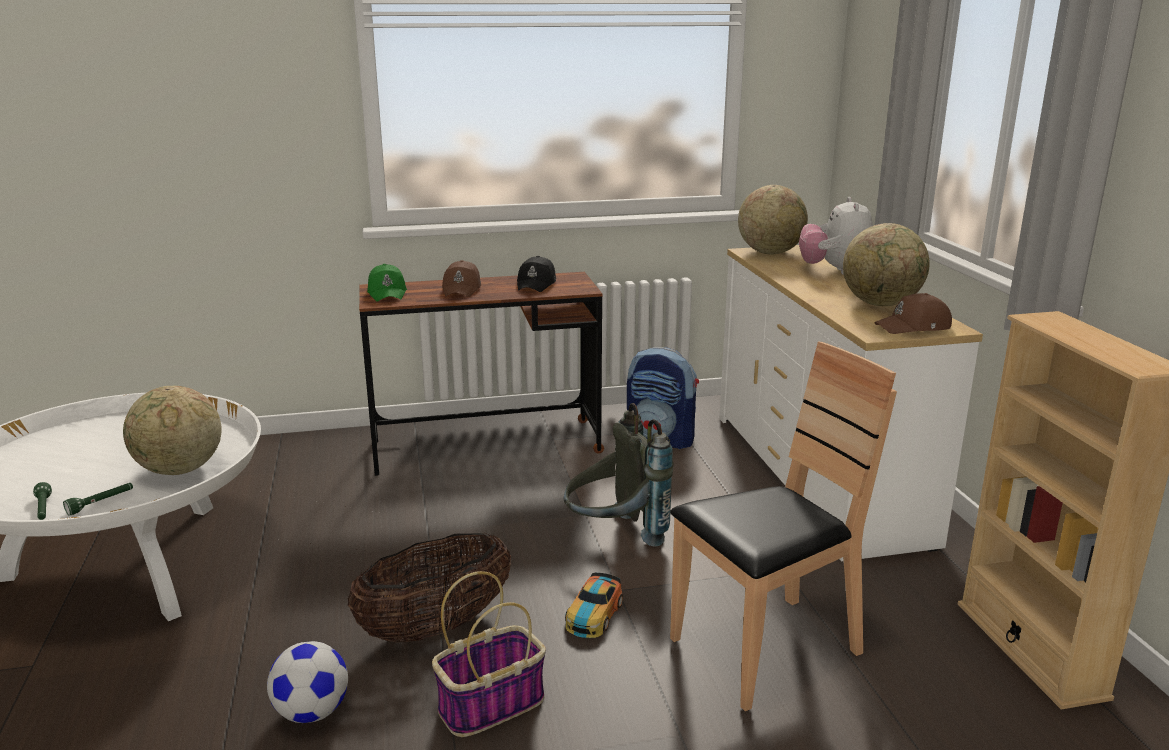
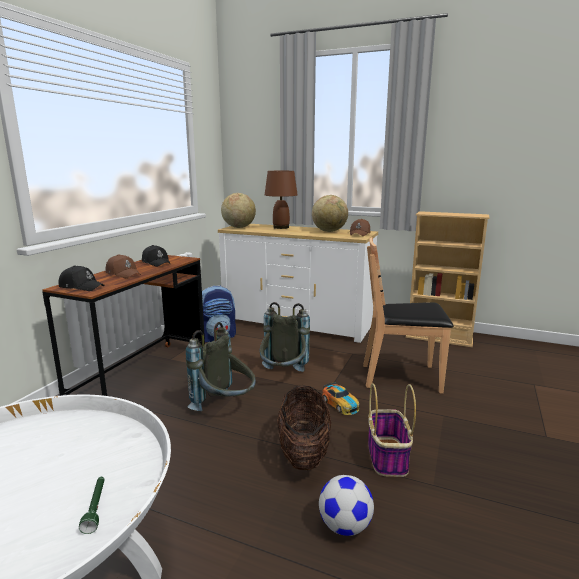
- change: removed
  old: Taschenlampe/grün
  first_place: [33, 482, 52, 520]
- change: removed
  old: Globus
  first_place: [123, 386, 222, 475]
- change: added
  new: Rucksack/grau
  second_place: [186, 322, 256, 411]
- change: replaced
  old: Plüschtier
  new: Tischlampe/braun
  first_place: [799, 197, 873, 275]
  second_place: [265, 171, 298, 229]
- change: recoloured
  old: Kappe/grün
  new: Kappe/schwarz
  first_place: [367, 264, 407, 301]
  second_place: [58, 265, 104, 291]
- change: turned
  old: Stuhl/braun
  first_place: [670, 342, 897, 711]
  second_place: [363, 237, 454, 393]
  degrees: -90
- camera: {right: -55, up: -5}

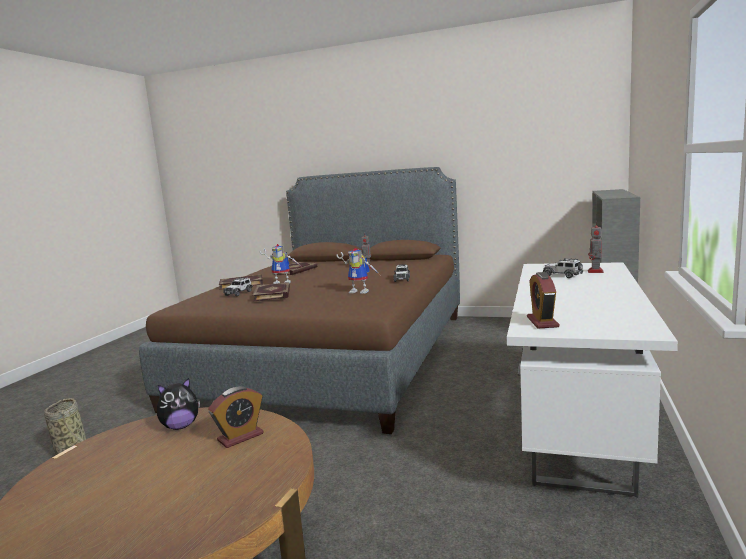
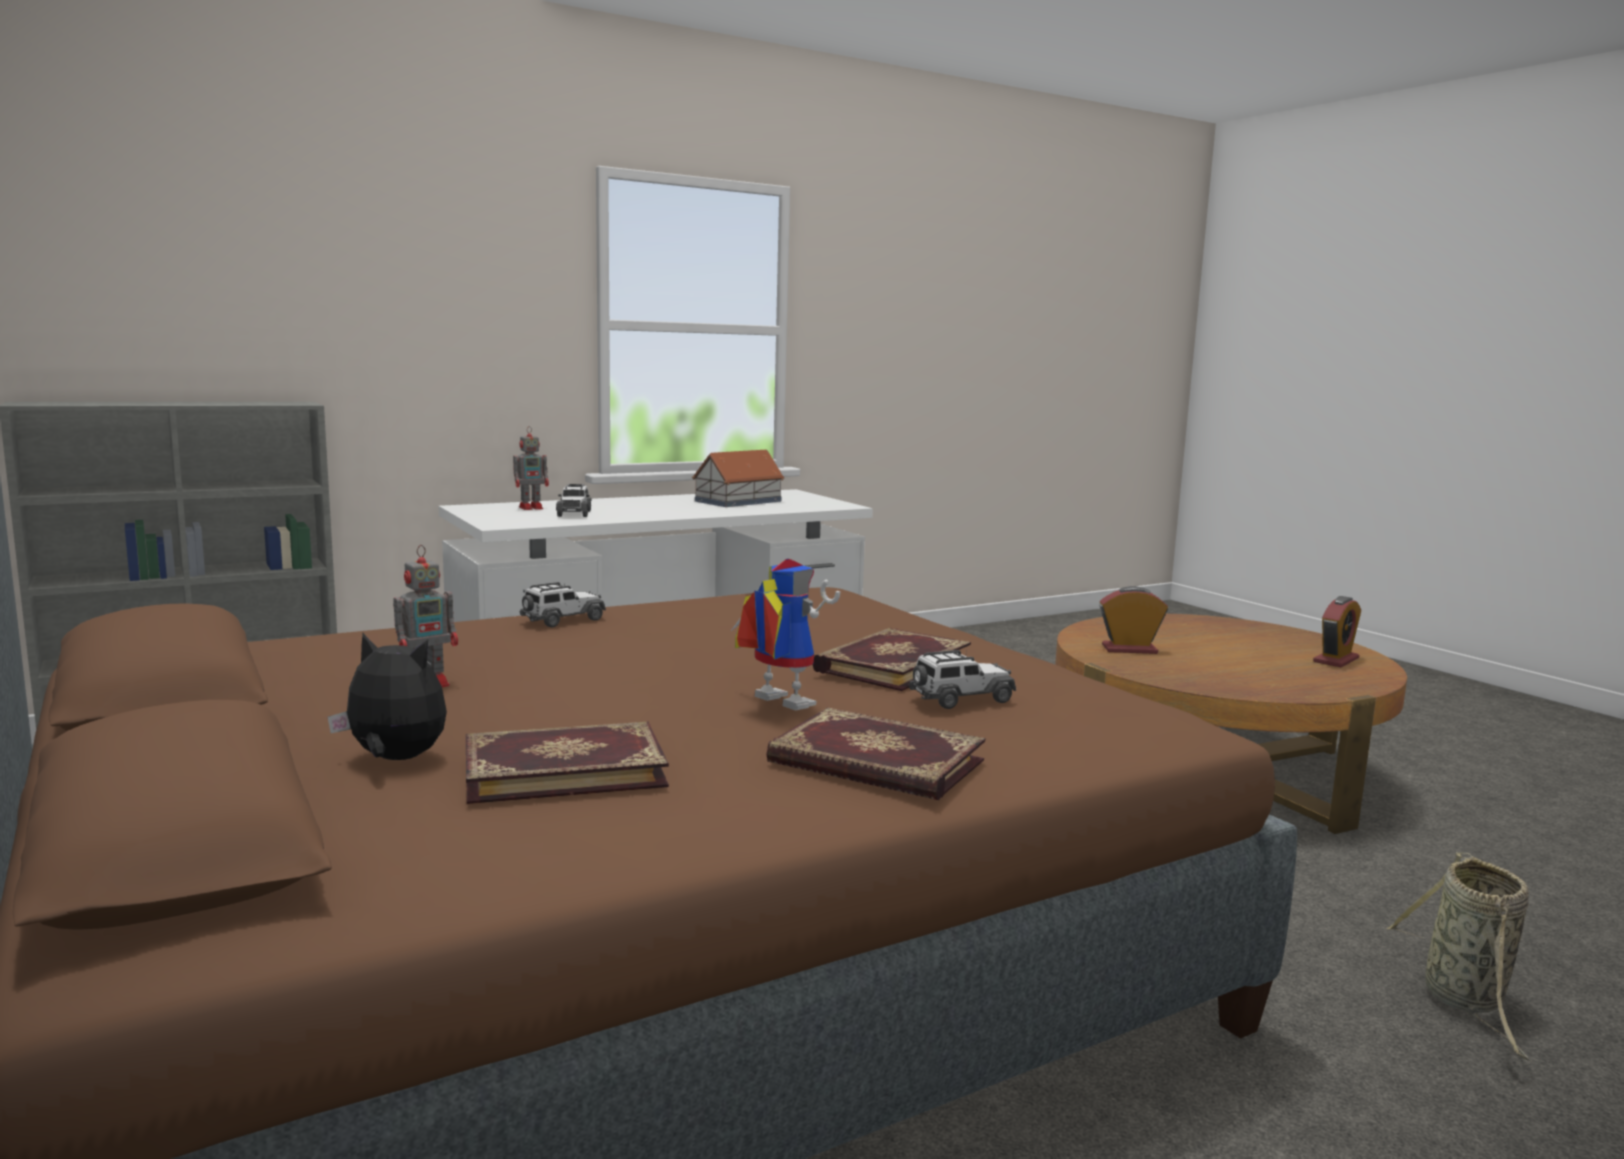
- change: removed
  old: Spielzeugroboter
  first_place: [337, 248, 380, 294]
- change: added
  new: Spielzeughaus
  second_place: [692, 450, 785, 507]
- change: moved
  old: Plüschtier
  first_place: [157, 378, 200, 430]
  second_place: [328, 633, 447, 760]
- change: moved
  old: Wecker
  first_place: [527, 272, 559, 329]
  second_place: [1313, 596, 1361, 667]
- camera: {right: -140, up: 0}

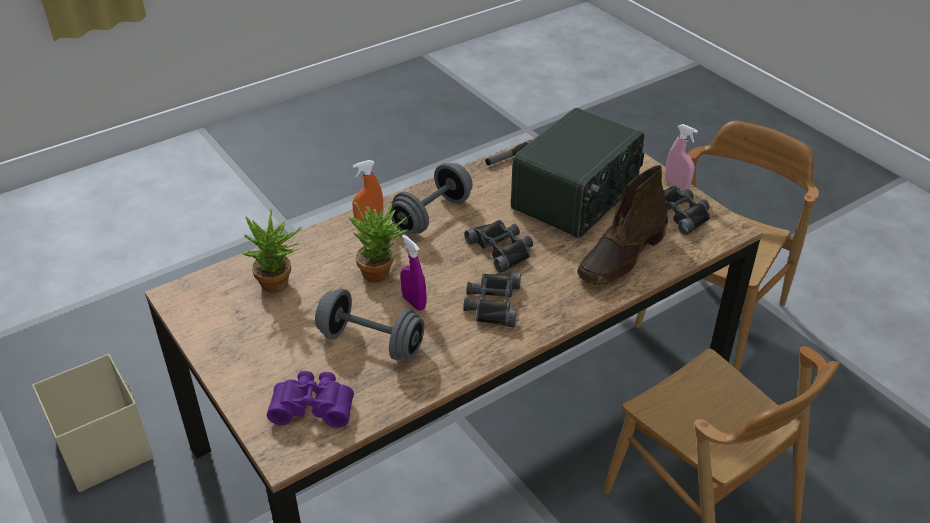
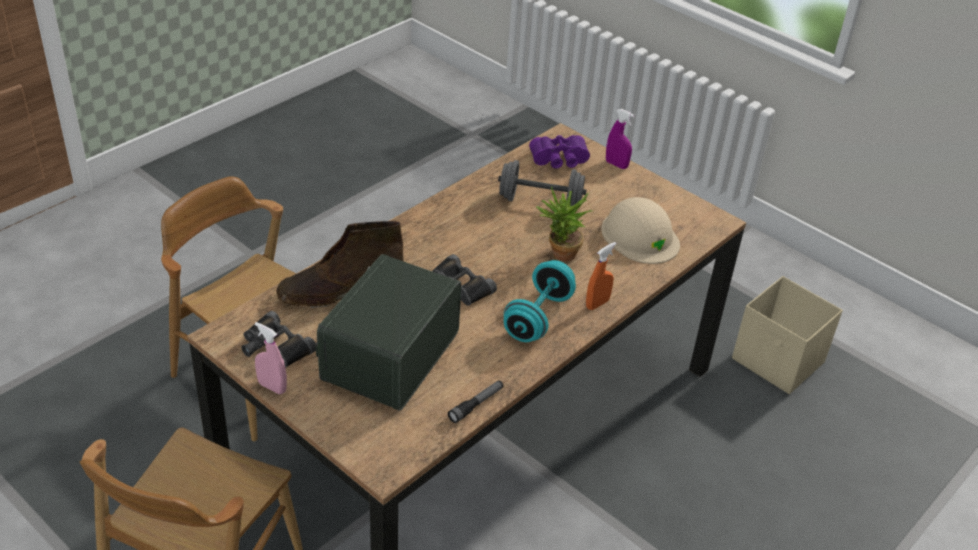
- change: removed
  old: Fernglas/schwarz
  first_place: [463, 273, 521, 327]
- change: moved
  old: Sprühflasche/lila
  first_place: [400, 234, 426, 311]
  second_place: [606, 109, 635, 169]
- change: replaced
  old: Topfpflanze
  new: Schutzhelm/beige
  first_place: [242, 207, 304, 293]
  second_place: [601, 197, 680, 264]
- change: recoloured
  old: Hantel/grau
  new: Hantel/türkis
  first_place: [390, 163, 472, 234]
  second_place: [504, 260, 576, 342]
- change: turned
  old: Stiefel/braun
  first_place: [577, 165, 668, 285]
  second_place: [276, 221, 403, 308]
  degrees: -135
- camera: {right: 165, up: 0}

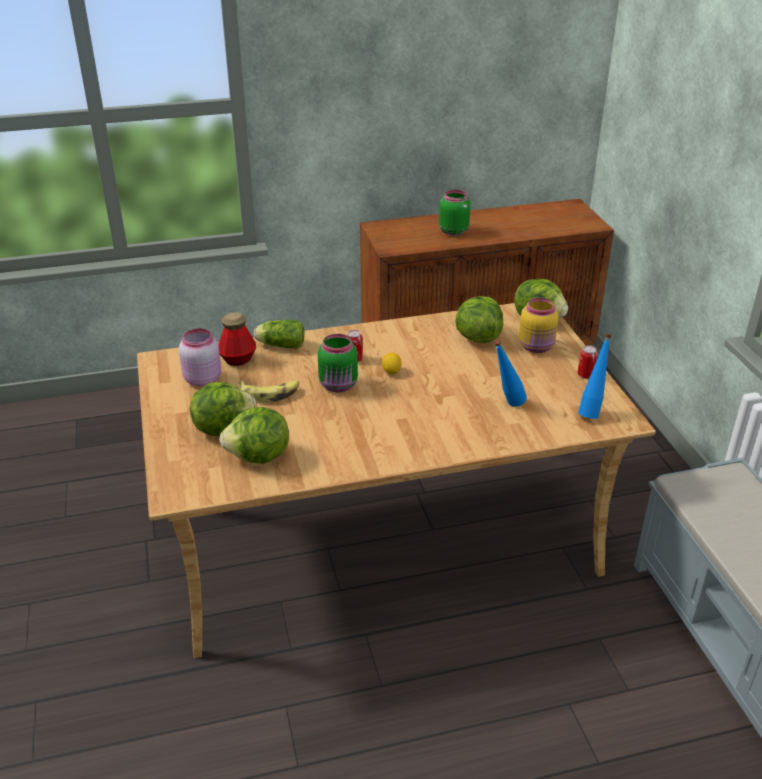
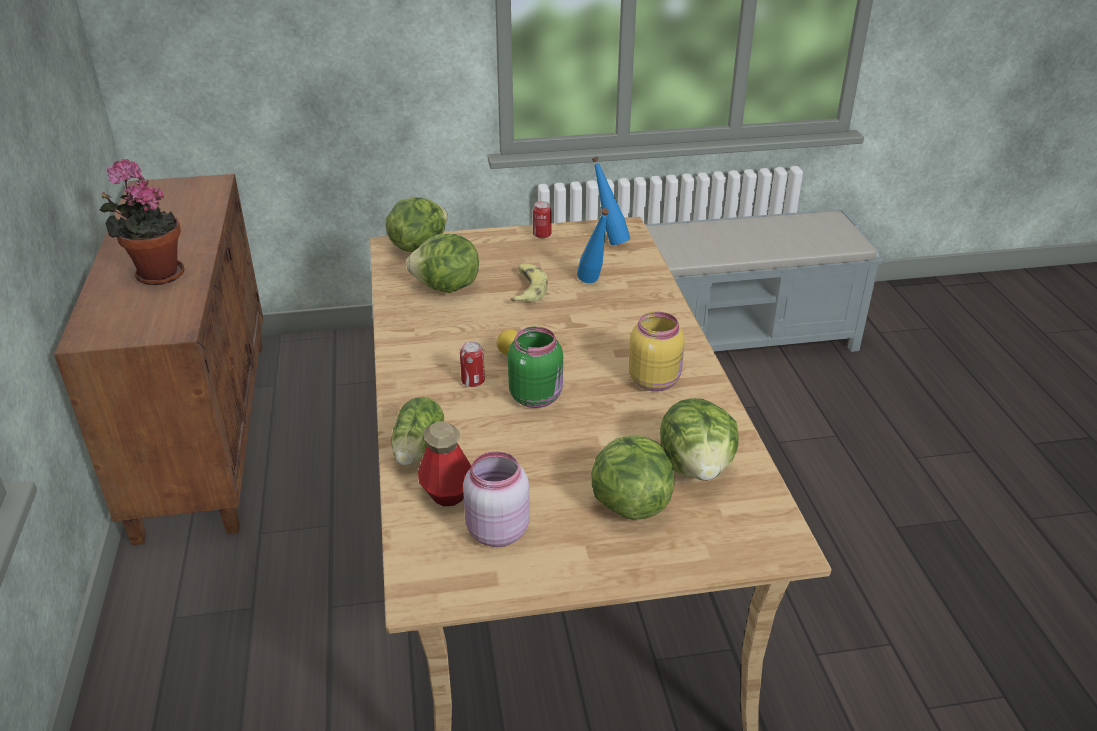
- change: moved
  old: Banane
  first_place: [239, 380, 299, 402]
  second_place: [511, 264, 548, 302]
- change: moved
  old: Vorratsglas/gelb
  first_place: [519, 298, 559, 353]
  second_place: [629, 312, 685, 391]
- change: replaced
  old: Vorratsglas/grün
  new: Topfpflanze
  first_place: [439, 190, 470, 236]
  second_place: [99, 159, 185, 285]
- camera: {right: -85, up: 0}

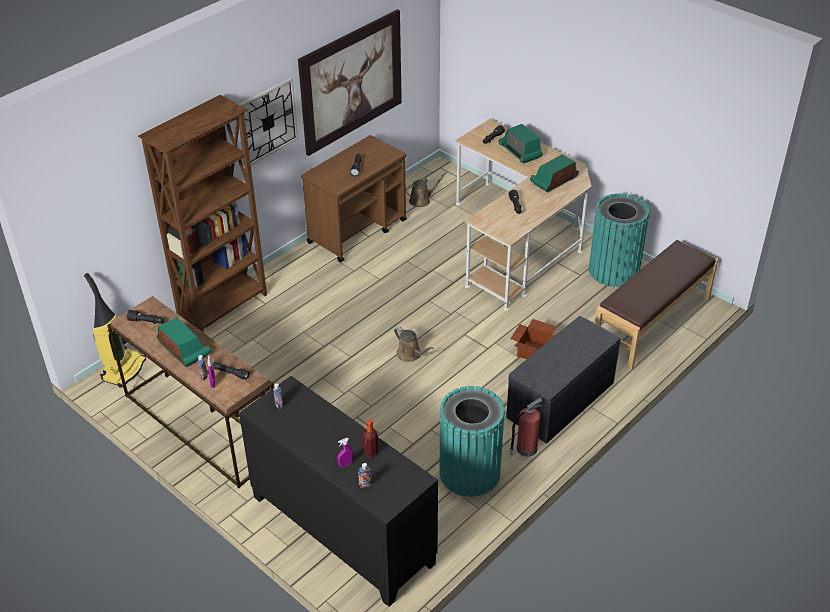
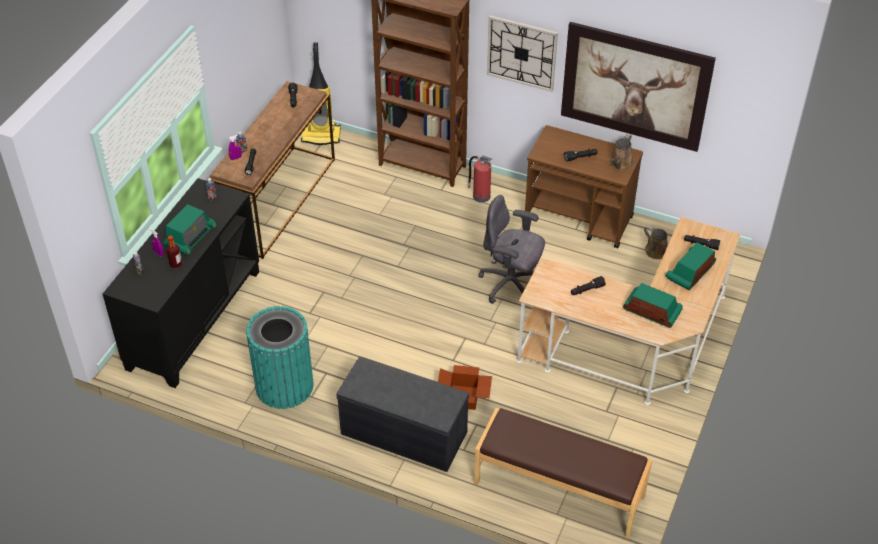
- change: removed
  old: Mülleimer/türkis
  first_place: [589, 193, 649, 287]
- change: added
  new: Bürostuhl/grau
  second_place: [478, 195, 545, 304]
- change: moved
  old: Radio
  first_place: [156, 317, 211, 367]
  second_place: [164, 204, 217, 255]
- change: moved
  old: Gießkanne/braun
  first_place: [394, 327, 434, 362]
  second_place: [609, 134, 634, 171]
- change: moved
  old: Feuerlöscher
  first_place: [509, 398, 543, 457]
  second_place: [467, 156, 493, 203]
- camera: {right: 70, up: 5}

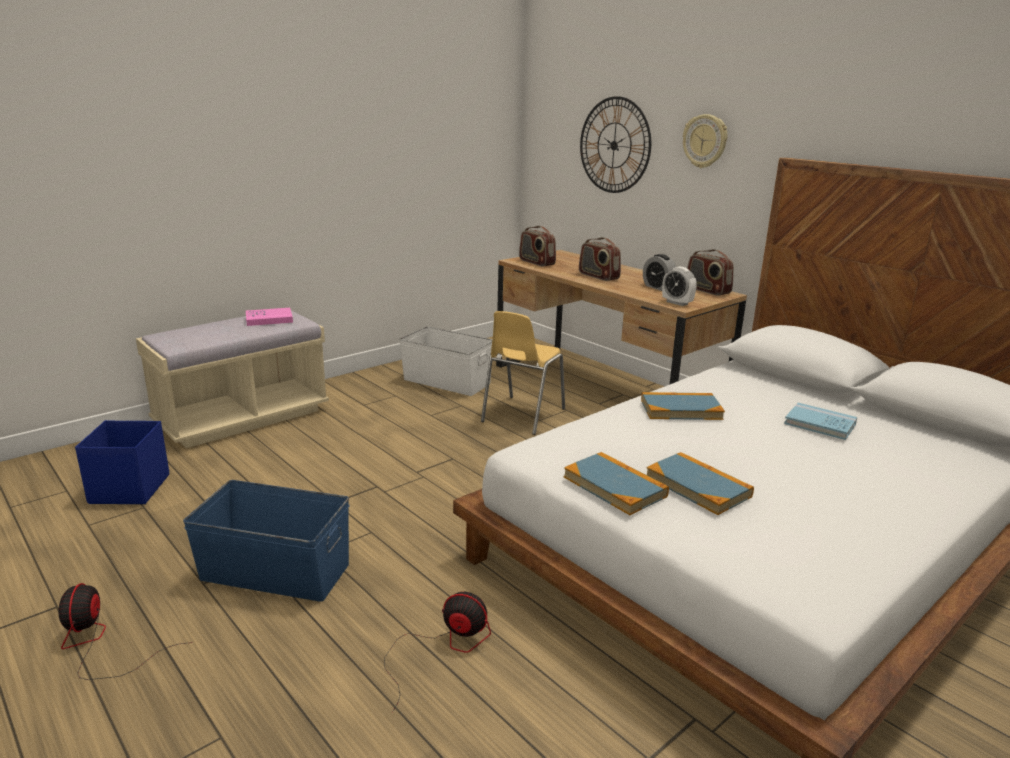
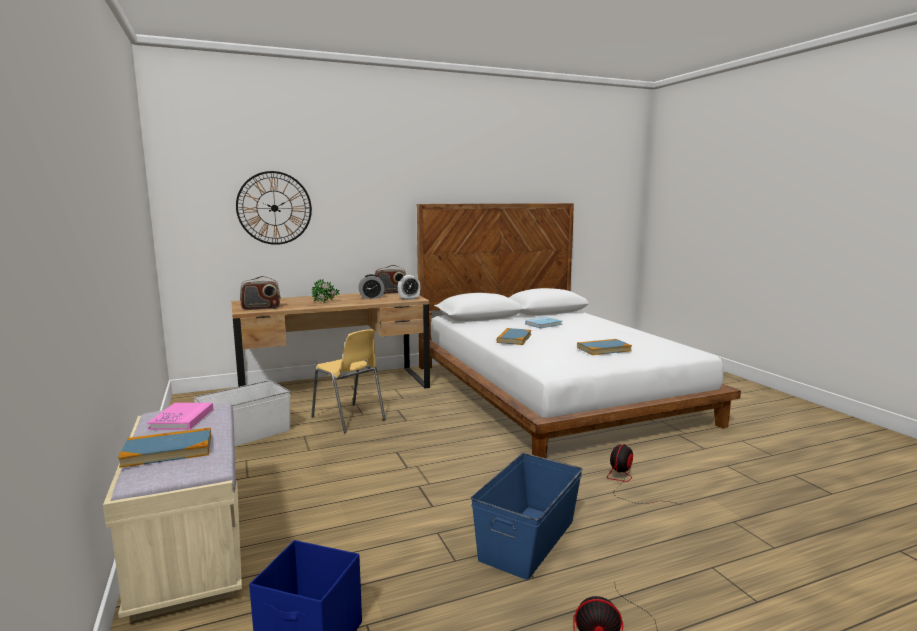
- change: removed
  old: Wanduhr
  first_place: [683, 114, 727, 168]
- change: moved
  old: Buch
  first_place: [564, 452, 669, 515]
  second_place: [118, 428, 211, 468]
- change: replaced
  old: Radio
  new: Topfpflanze
  first_place: [579, 237, 621, 281]
  second_place: [312, 279, 340, 303]
- camera: {right: -70, up: -10}

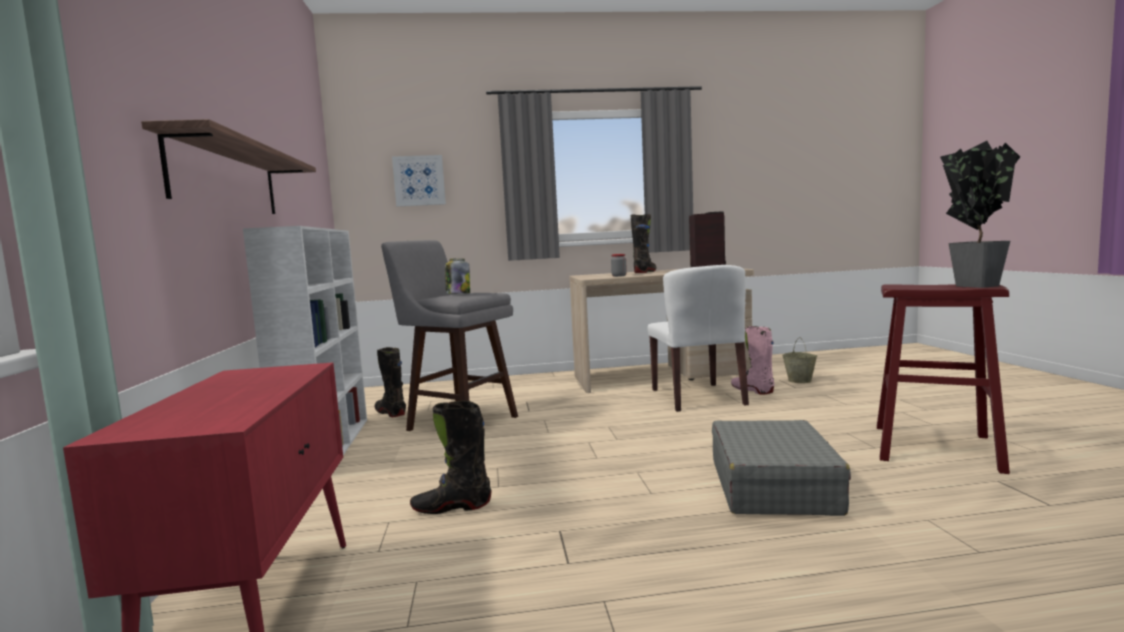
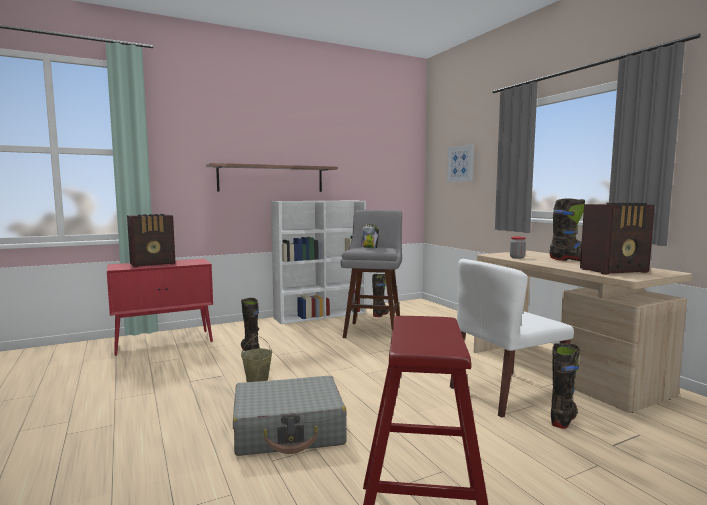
- change: removed
  old: Topfpflanze
  first_place: [940, 141, 1020, 288]
- change: added
  new: Radio
  second_place: [127, 214, 176, 267]
- change: moved
  old: Eimer/beige
  first_place: [782, 337, 817, 383]
  second_place: [241, 336, 272, 382]
- change: recoloured
  old: Stiefel/rosa
  new: Stiefel/schwarz
  first_place: [731, 326, 774, 395]
  second_place: [551, 343, 580, 429]
- camera: {right: 70, up: 0}

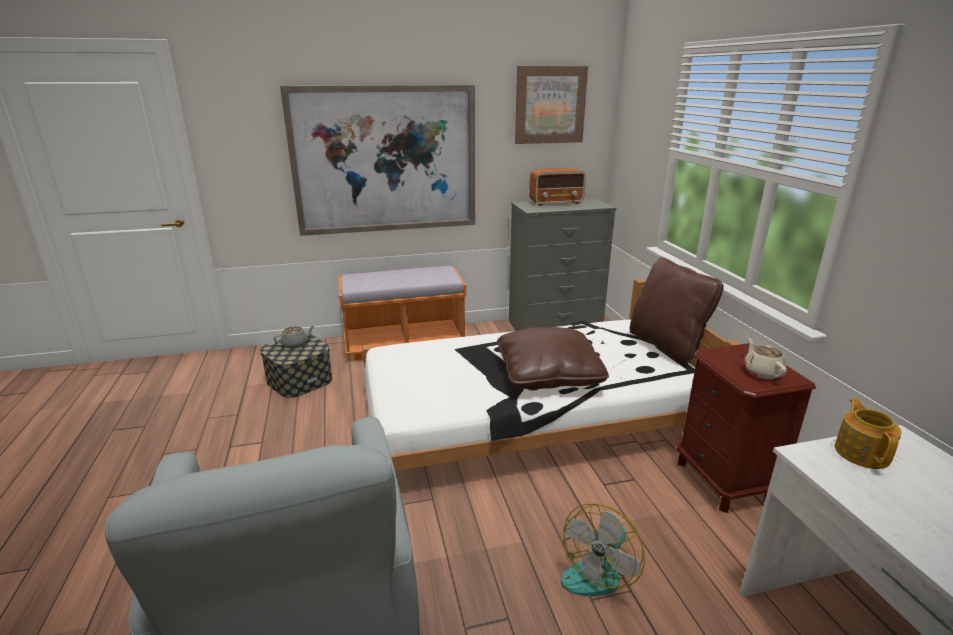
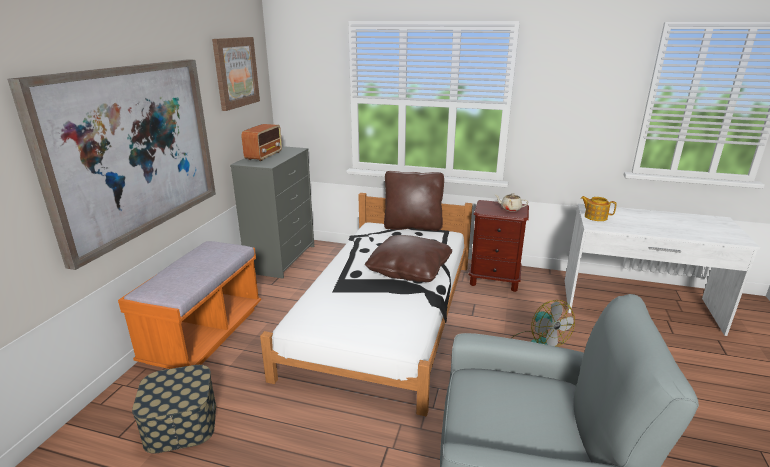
- change: removed
  old: Teekanne/grau
  first_place: [273, 325, 315, 348]
- camera: {right: -60, up: 0}

